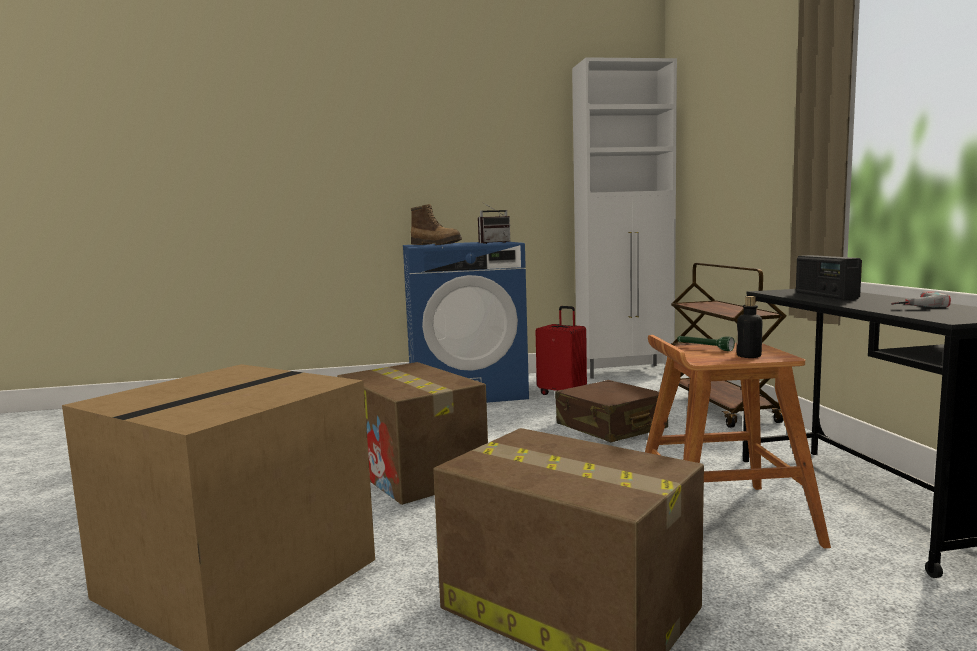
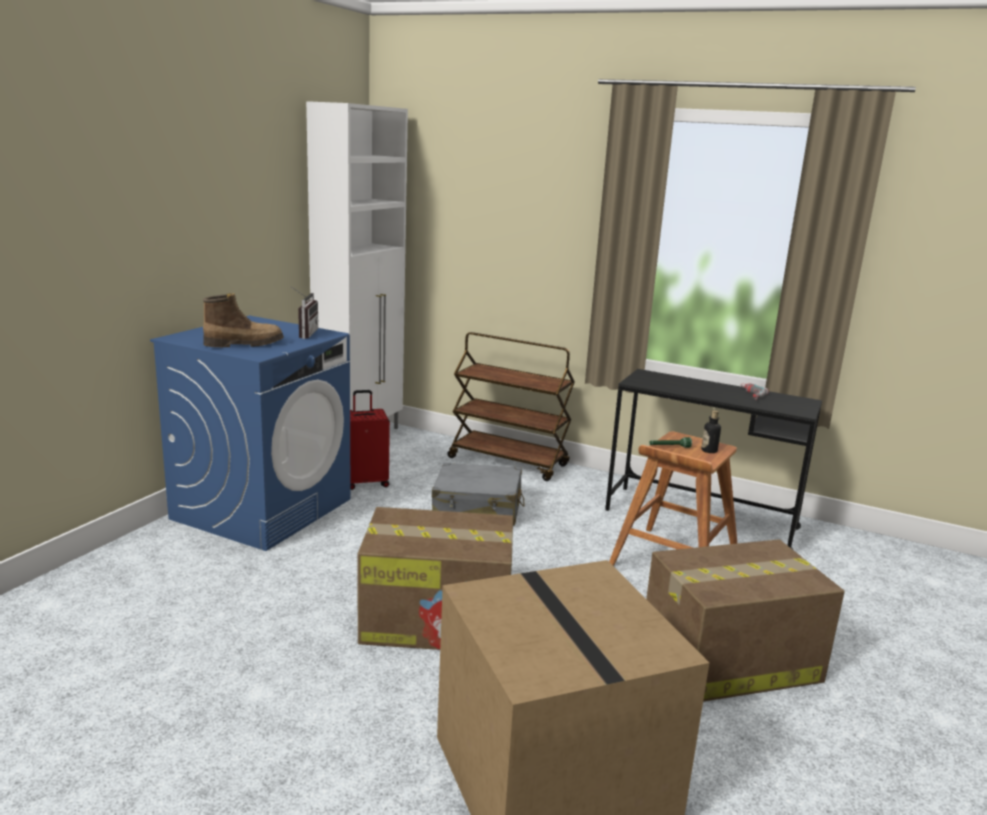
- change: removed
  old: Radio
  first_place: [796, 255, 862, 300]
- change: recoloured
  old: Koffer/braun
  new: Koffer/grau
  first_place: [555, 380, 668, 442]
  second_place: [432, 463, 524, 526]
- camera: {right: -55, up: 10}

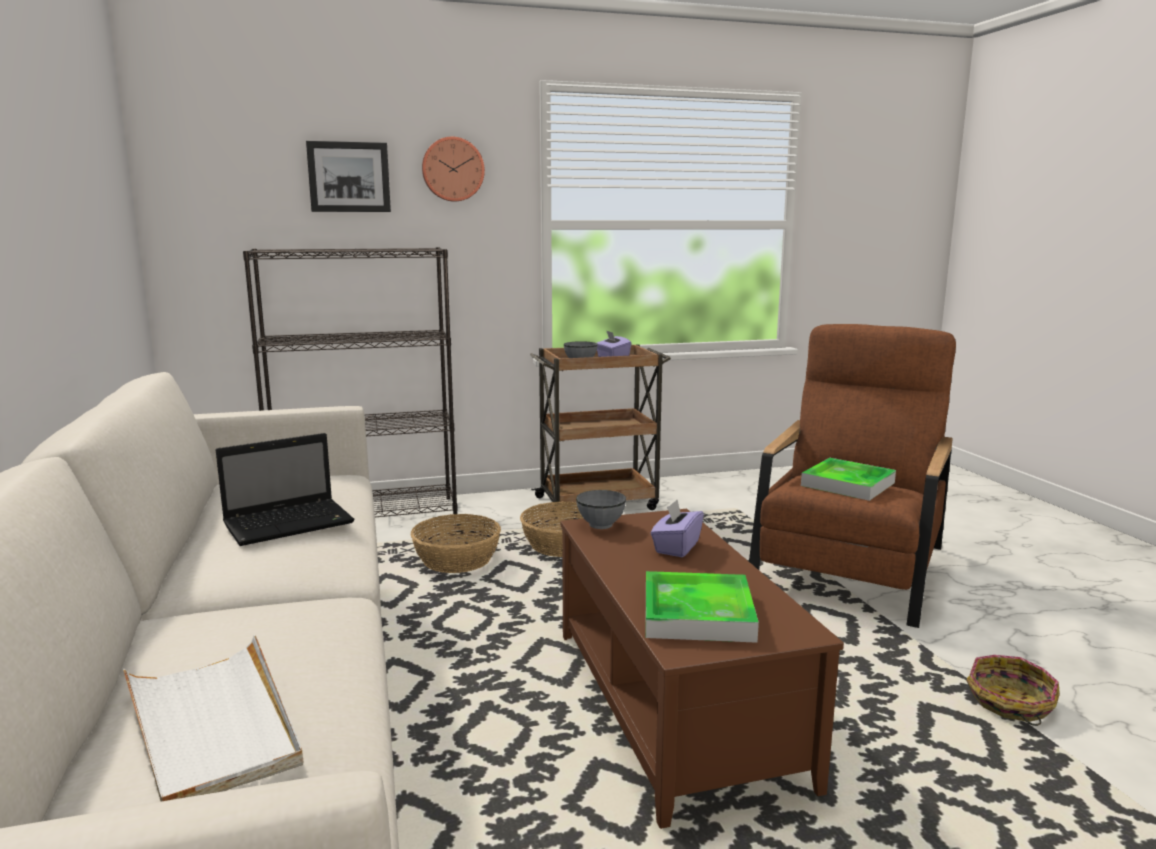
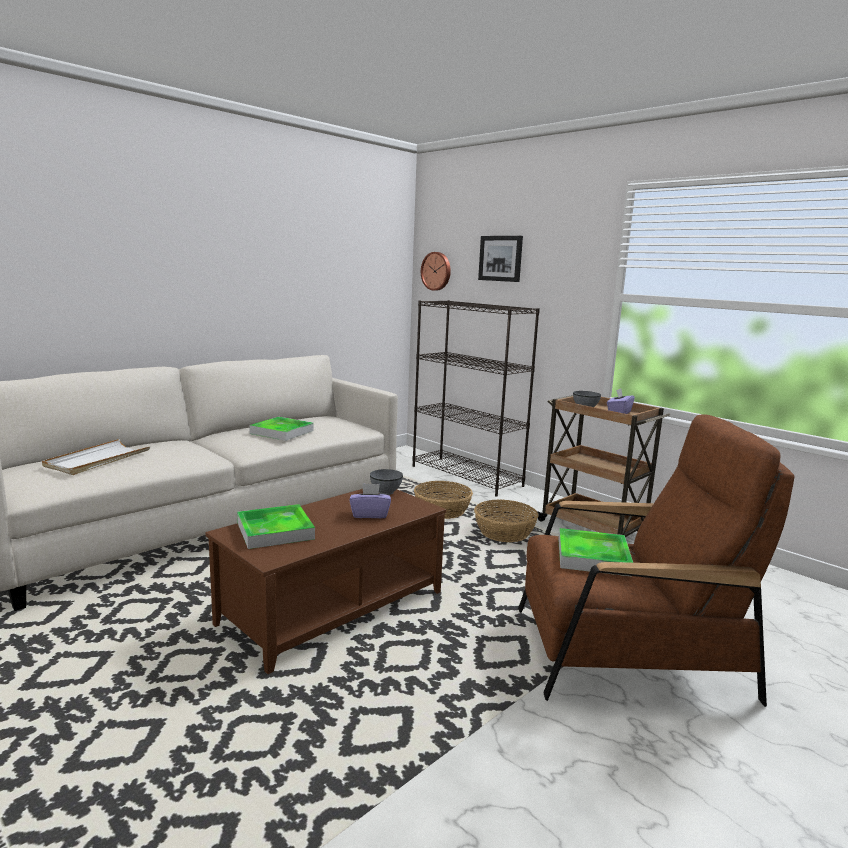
- change: removed
  old: Korb
  first_place: [966, 655, 1060, 726]
- change: moved
  old: Wanduhr
  first_place: [422, 137, 485, 202]
  second_place: [421, 252, 451, 291]
- change: replaced
  old: Laptop
  new: Tablett
  first_place: [216, 433, 355, 546]
  second_place: [249, 417, 313, 441]
- camera: {right: 60, up: 0}

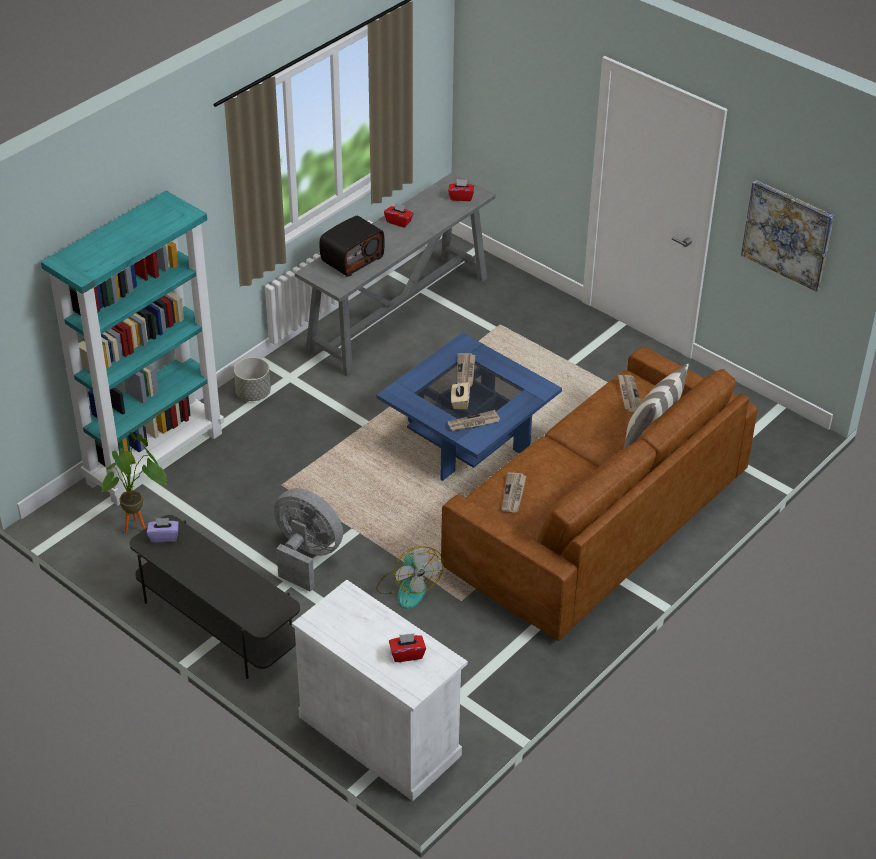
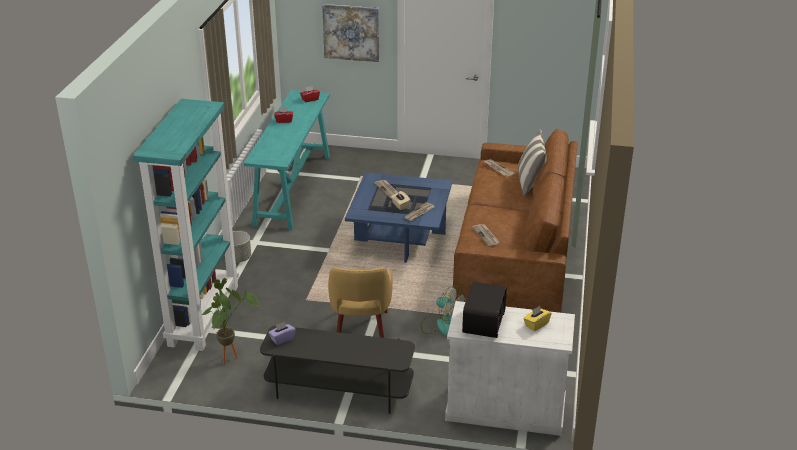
- change: moved
  old: Radio
  first_place: [320, 215, 385, 277]
  second_place: [462, 282, 507, 338]
- change: moved
  old: Bild
  first_place: [741, 180, 834, 292]
  second_place: [322, 4, 379, 62]
- change: replaced
  old: Ventilator/grau
  new: Sessel/gelb
  first_place: [274, 488, 343, 591]
  second_place: [328, 267, 393, 338]
- change: recoloured
  old: Konsolentisch/grau
  new: Konsolentisch/türkis
  first_place: [295, 172, 496, 377]
  second_place: [244, 90, 330, 230]
- change: recoloured
  old: Taschentuchbox/rot
  new: Taschentuchbox/gelb
  first_place: [389, 634, 426, 662]
  second_place: [523, 306, 552, 331]
- camera: {right: -30, up: -10}

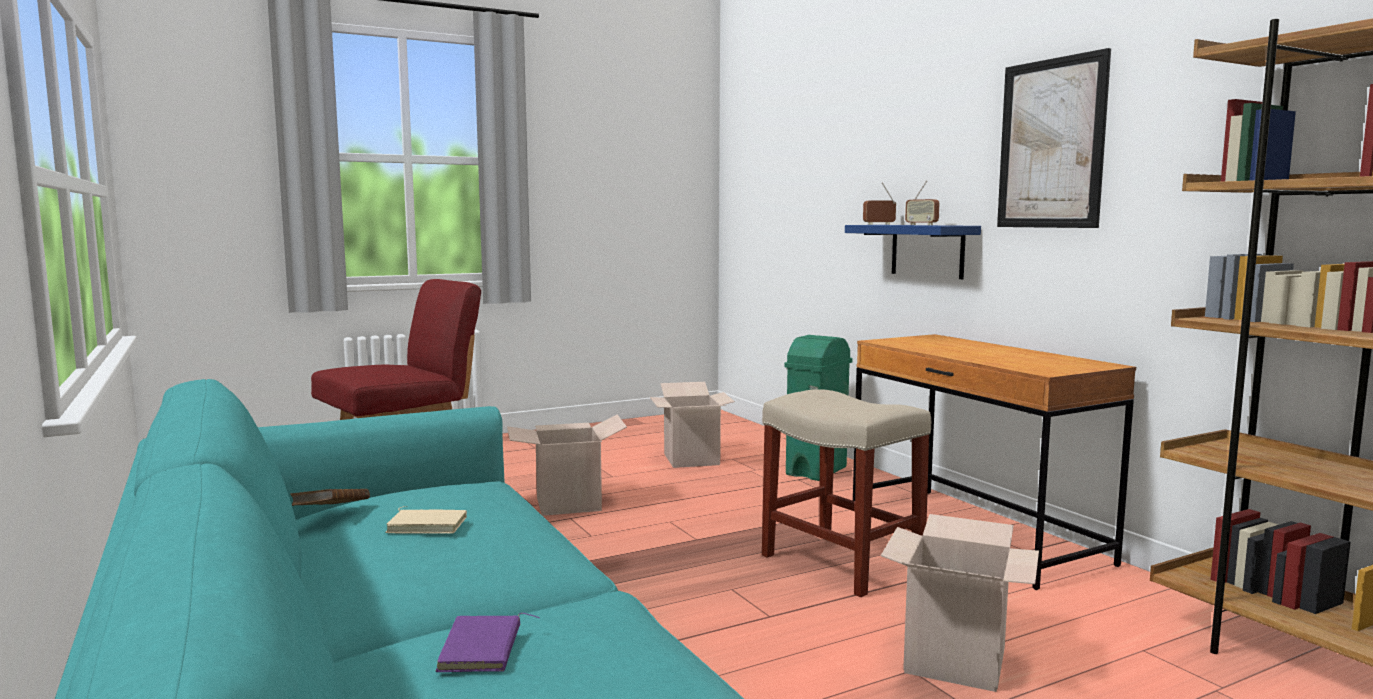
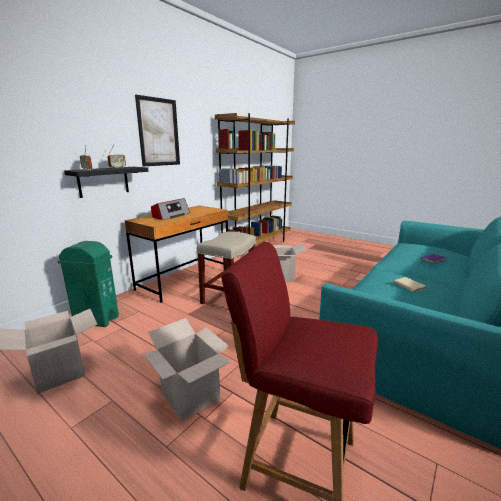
- change: removed
  old: Buch/braun
  first_place: [290, 489, 370, 506]
- change: added
  new: Radio
  second_place: [151, 198, 190, 220]
- change: recoloured
  old: Wandregal/blau
  new: Wandregal/schwarz
  first_place: [845, 225, 981, 279]
  second_place: [64, 167, 149, 198]
- camera: {right: -115, up: 10}

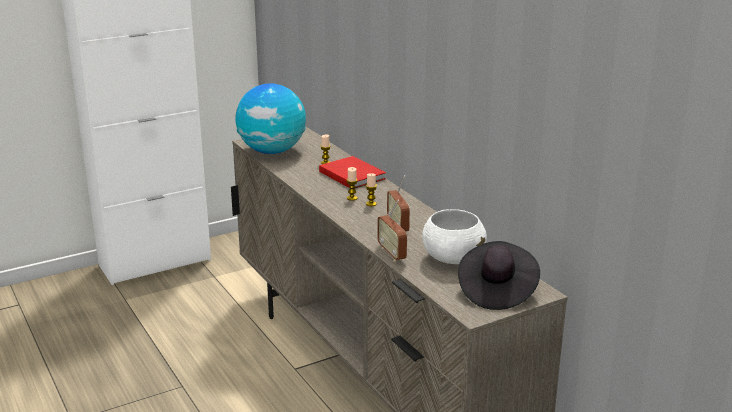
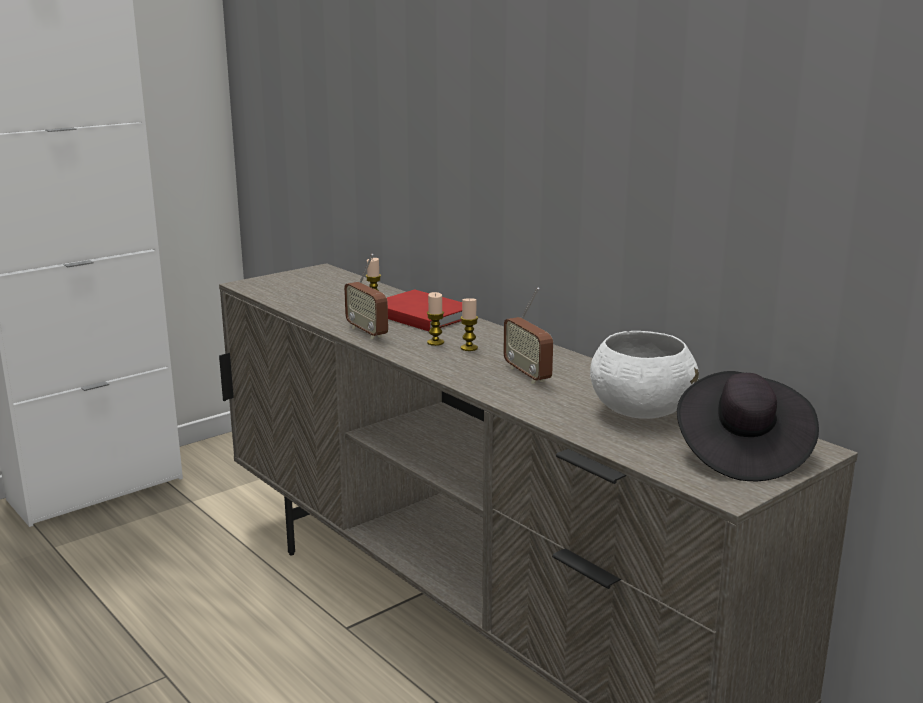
- change: removed
  old: Globus
  first_place: [235, 83, 306, 154]
- change: moved
  old: Radio
  first_place: [377, 199, 407, 262]
  second_place: [344, 254, 388, 339]
- camera: {right: -10, up: -5}

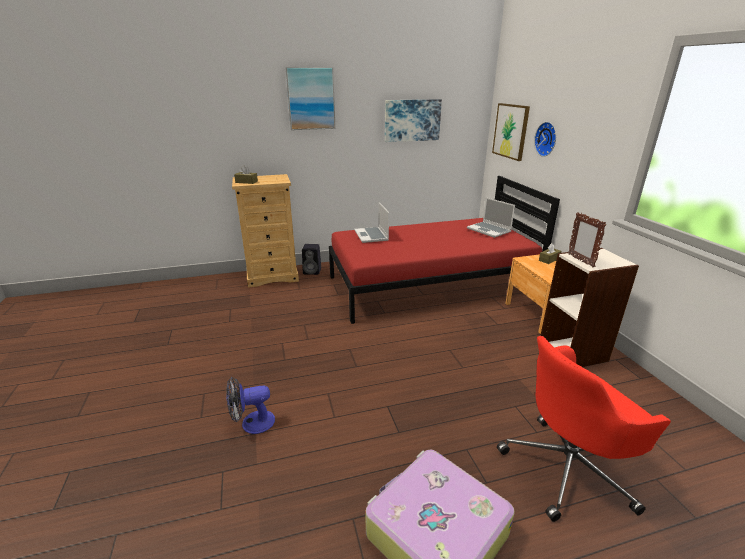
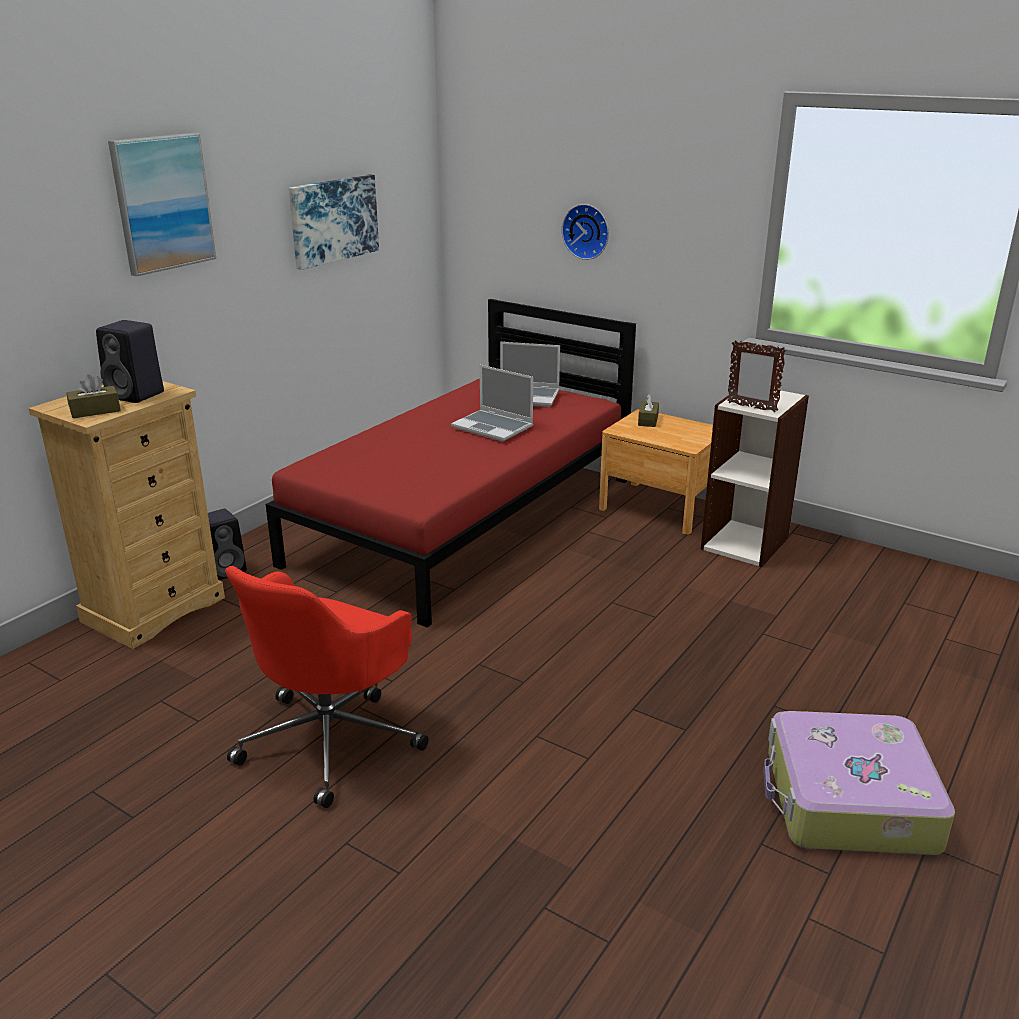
- change: removed
  old: Ventilator
  first_place: [226, 377, 275, 434]
- change: removed
  old: Bild
  first_place: [492, 103, 530, 161]
- change: added
  new: Lautsprecher/schwarz
  second_place: [96, 320, 164, 403]
- change: moved
  old: Laptop
  first_place: [354, 202, 389, 243]
  second_place: [451, 365, 533, 442]
- change: moved
  old: Bürostuhl/rot
  first_place: [497, 336, 671, 522]
  second_place: [225, 566, 429, 808]
- camera: {right: -40, up: 0}

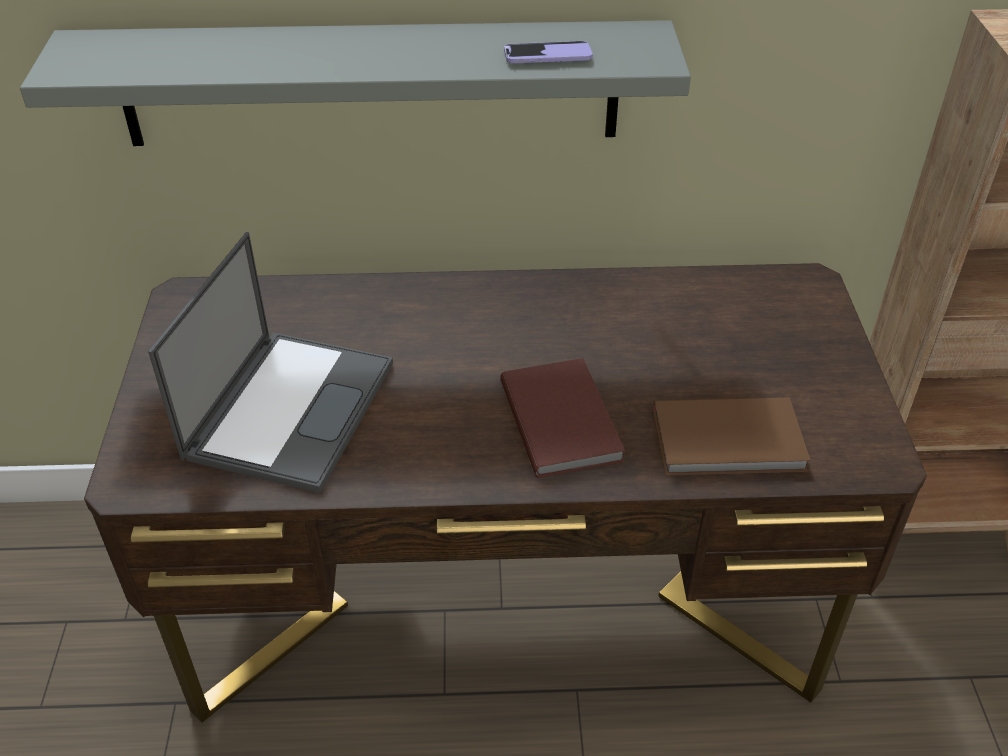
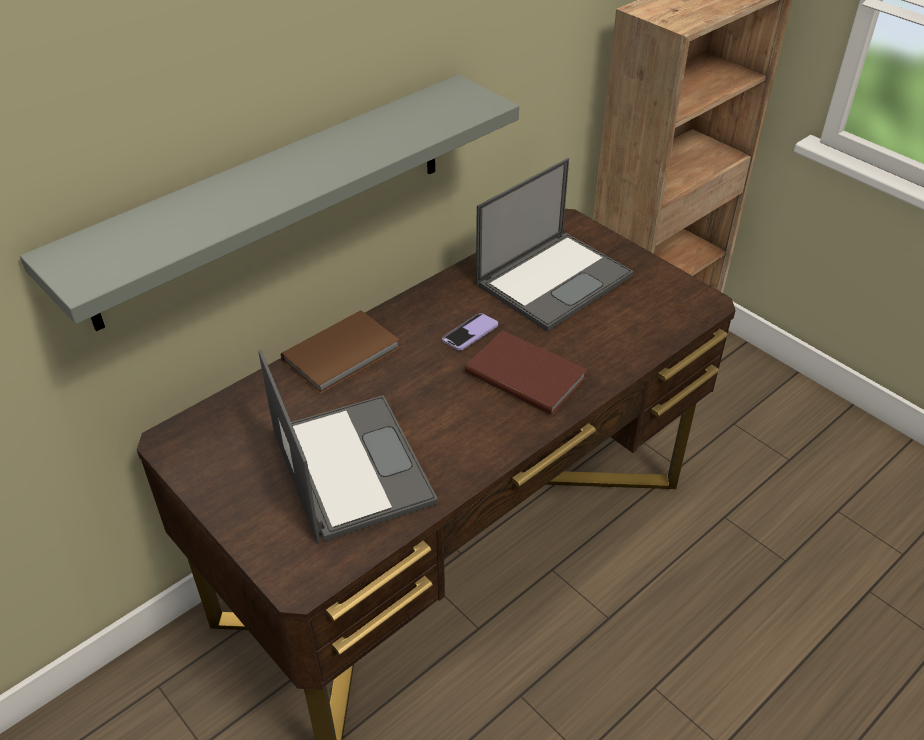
- change: added
  new: Laptop
  second_place: [476, 158, 634, 332]
- change: moved
  old: Handy
  first_place: [504, 41, 593, 63]
  second_place: [442, 313, 498, 351]
- change: moved
  old: Buch/braun
  first_place: [653, 397, 811, 476]
  second_place: [281, 310, 400, 394]
- camera: {right: -40, up: 0}

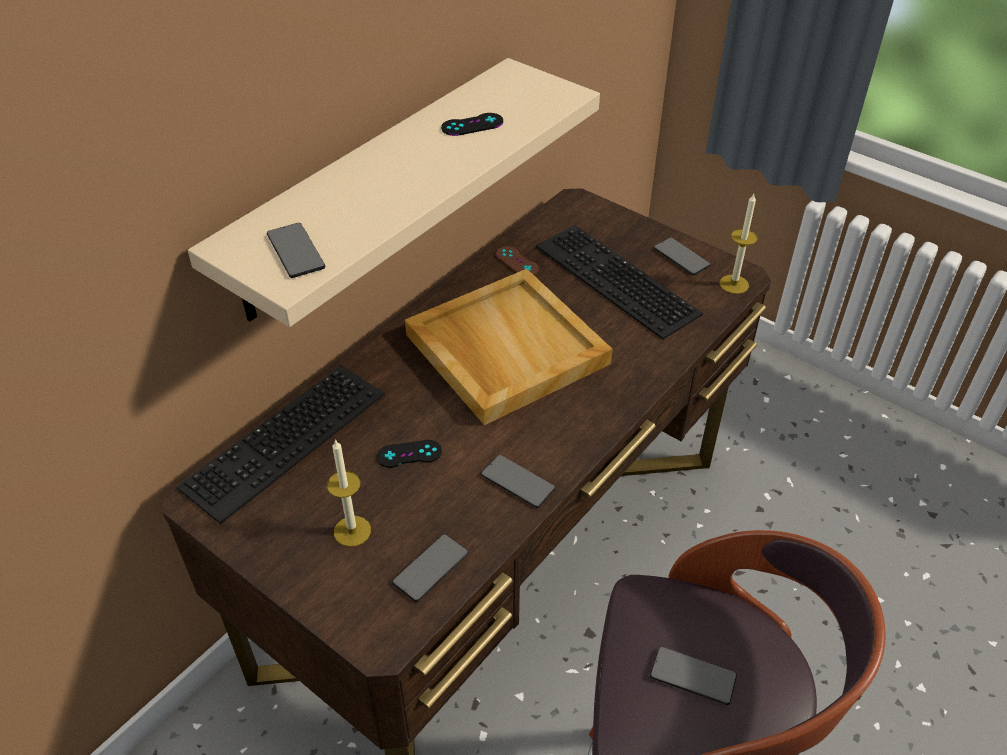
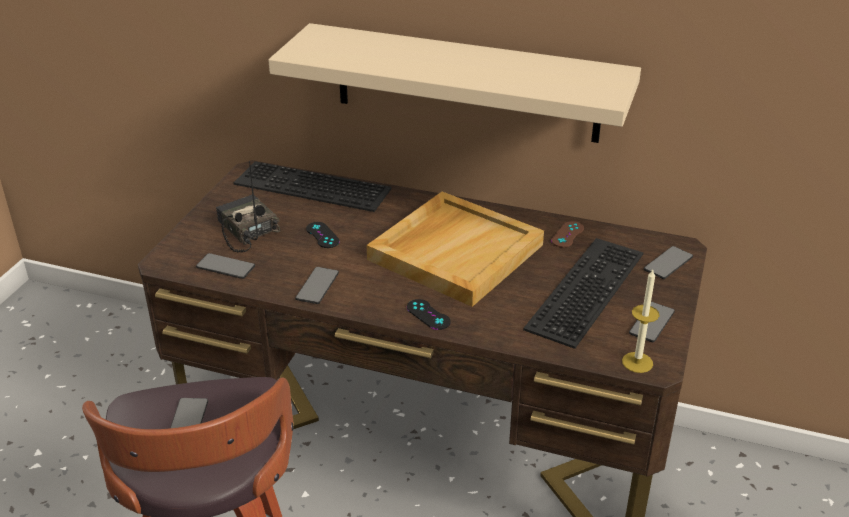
- change: moved
  old: Handy
  first_place: [267, 223, 325, 278]
  second_place: [644, 246, 693, 279]
- change: moved
  old: Gamepad/schwarz
  first_place: [441, 113, 503, 136]
  second_place: [407, 299, 451, 330]
- change: replaced
  old: Kerze
  new: Radio
  first_place: [327, 439, 371, 547]
  second_place: [216, 161, 280, 253]
- camera: {right: 70, up: -10}

